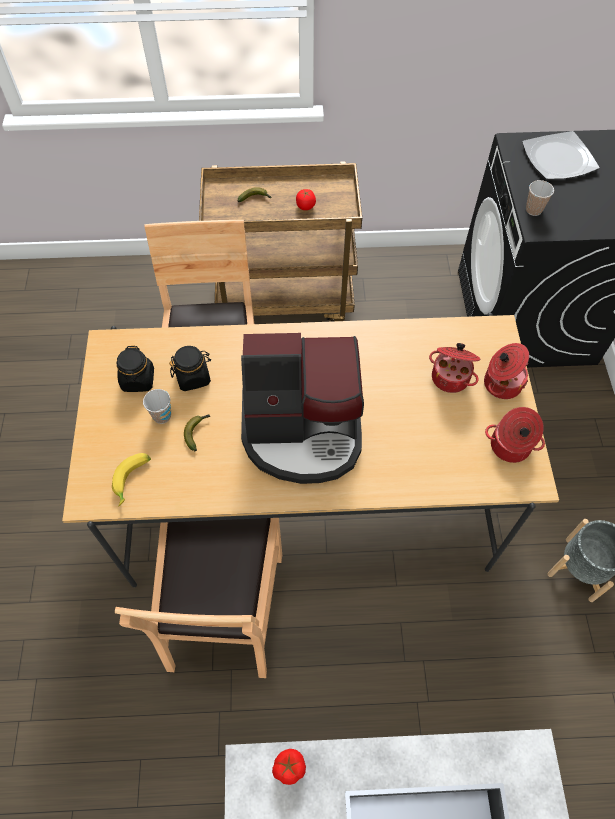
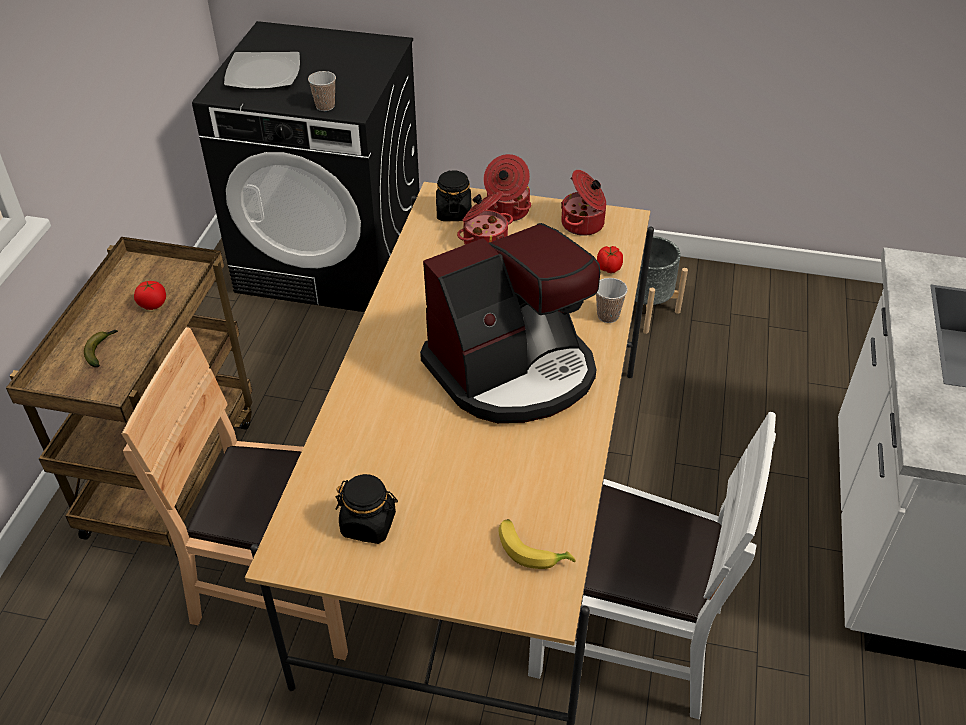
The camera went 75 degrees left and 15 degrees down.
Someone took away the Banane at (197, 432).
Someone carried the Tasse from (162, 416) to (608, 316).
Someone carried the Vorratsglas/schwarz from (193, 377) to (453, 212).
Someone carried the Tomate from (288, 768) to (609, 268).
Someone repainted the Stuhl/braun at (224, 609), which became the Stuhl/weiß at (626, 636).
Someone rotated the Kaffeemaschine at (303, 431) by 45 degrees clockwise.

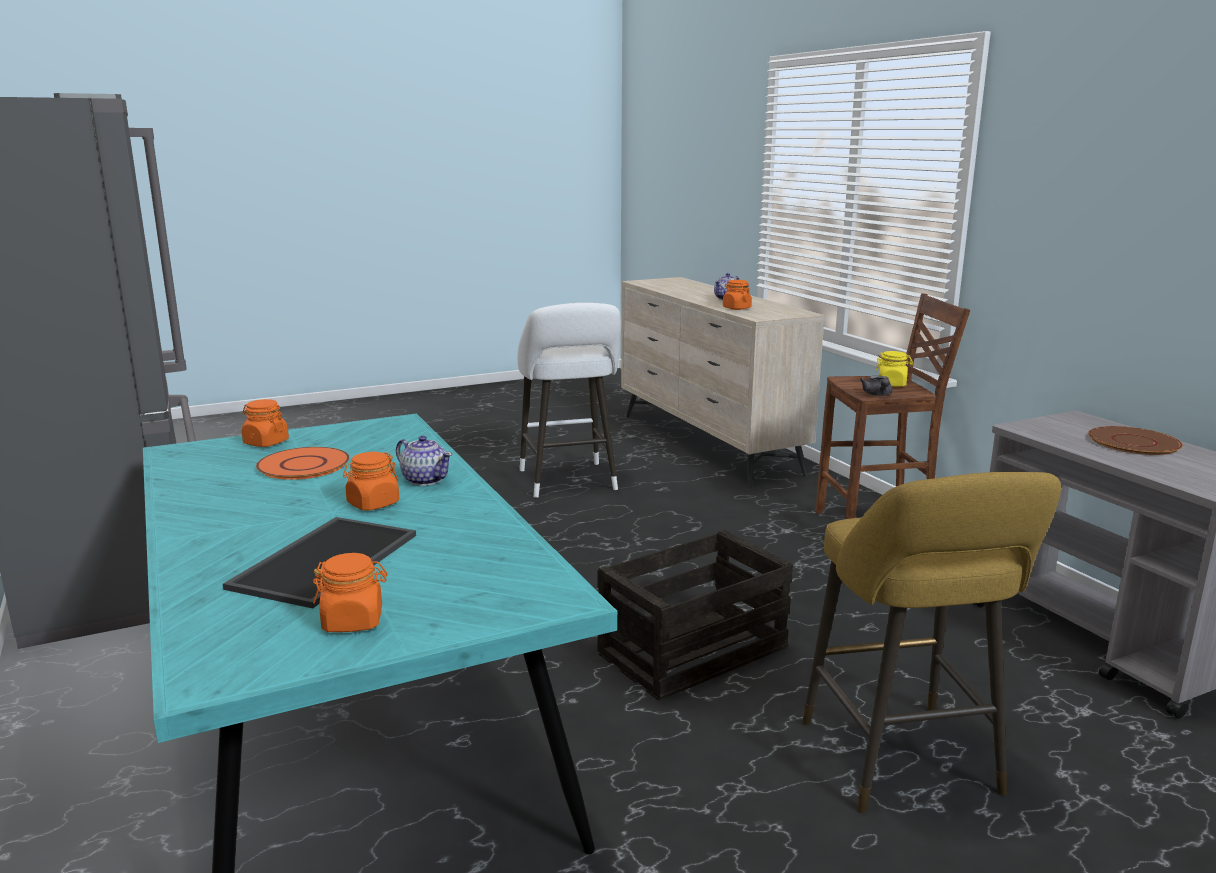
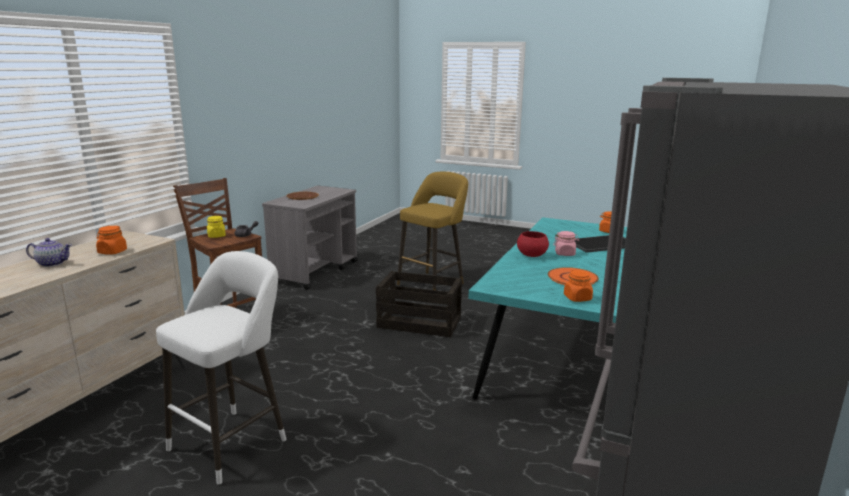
The camera went 130 degrees left and 0 degrees up.
Someone swapped the Teekanne at (425, 479) for the Schüssel/rot at (531, 255).
Someone repainted the Vorratsglas/orange at (373, 504), which became the Vorratsglas/rosa at (565, 254).

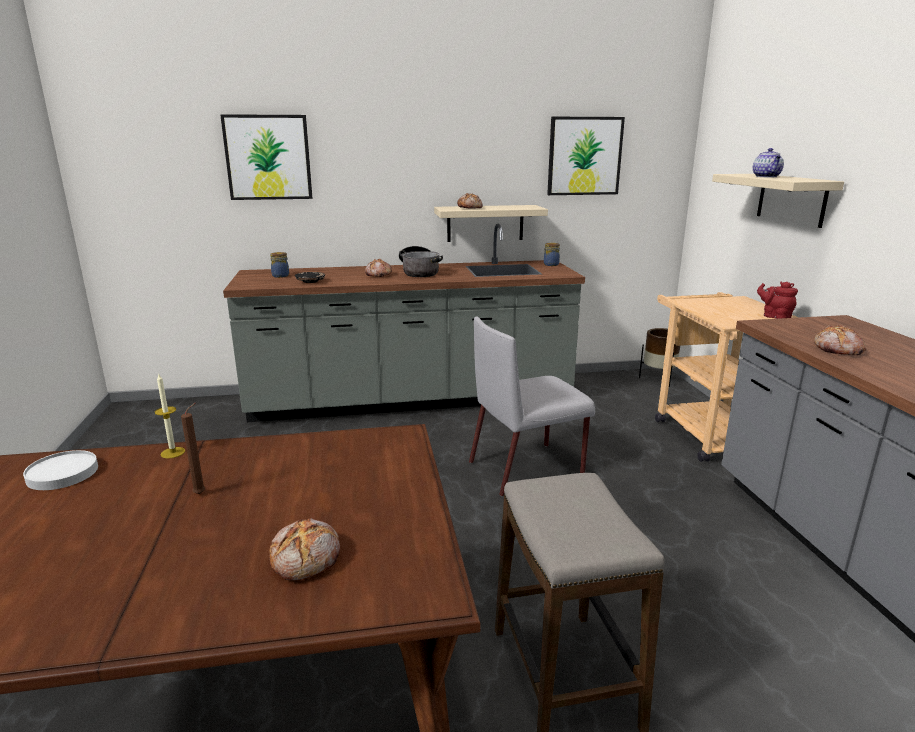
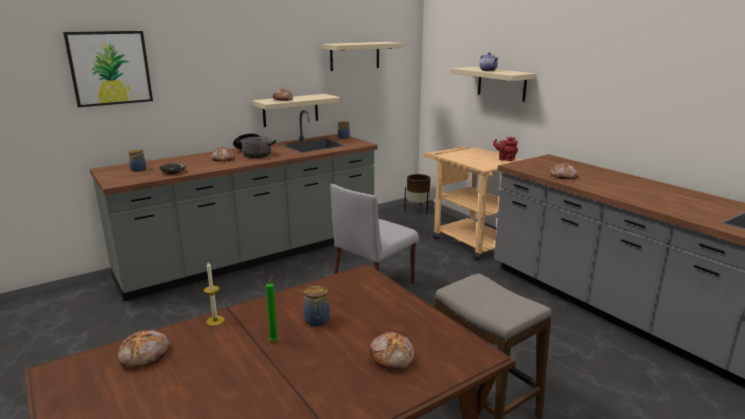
The camera went 25 degrees left and 0 degrees up.
Someone put down the Vorratsglas at (317, 321).
Someone swapped the Teller/weiß at (63, 473) for the Brot at (146, 355).
Someone swapped the Bild at (584, 156) for the Wandregal/beige at (355, 56).
Someone repainted the Kerze/braun at (201, 493), which became the Kerze/grün at (274, 340).

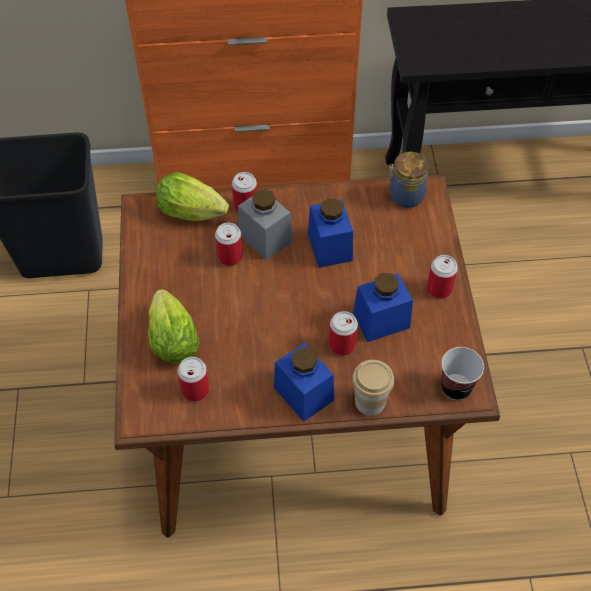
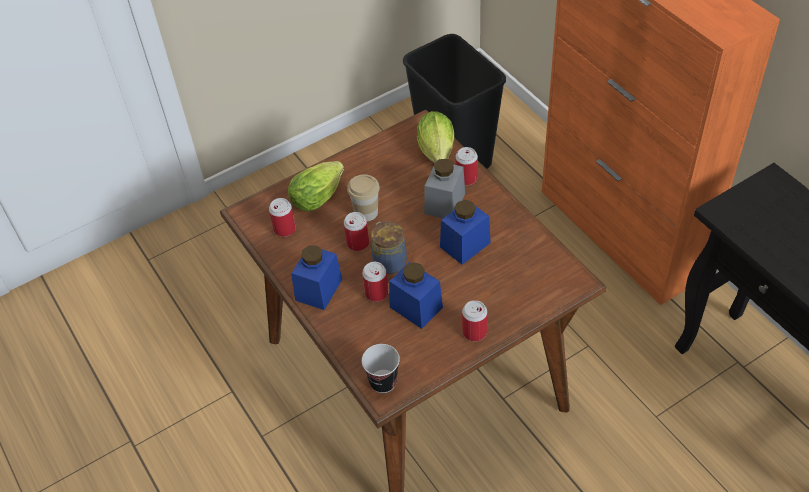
The camera went 65 degrees right and 5 degrees down.
Someone carried the Dose from (230, 257) to (358, 243).
Someone carried the Tasse from (370, 402) to (366, 212).
Someone carried the Vorratsglas from (404, 196) to (389, 261).

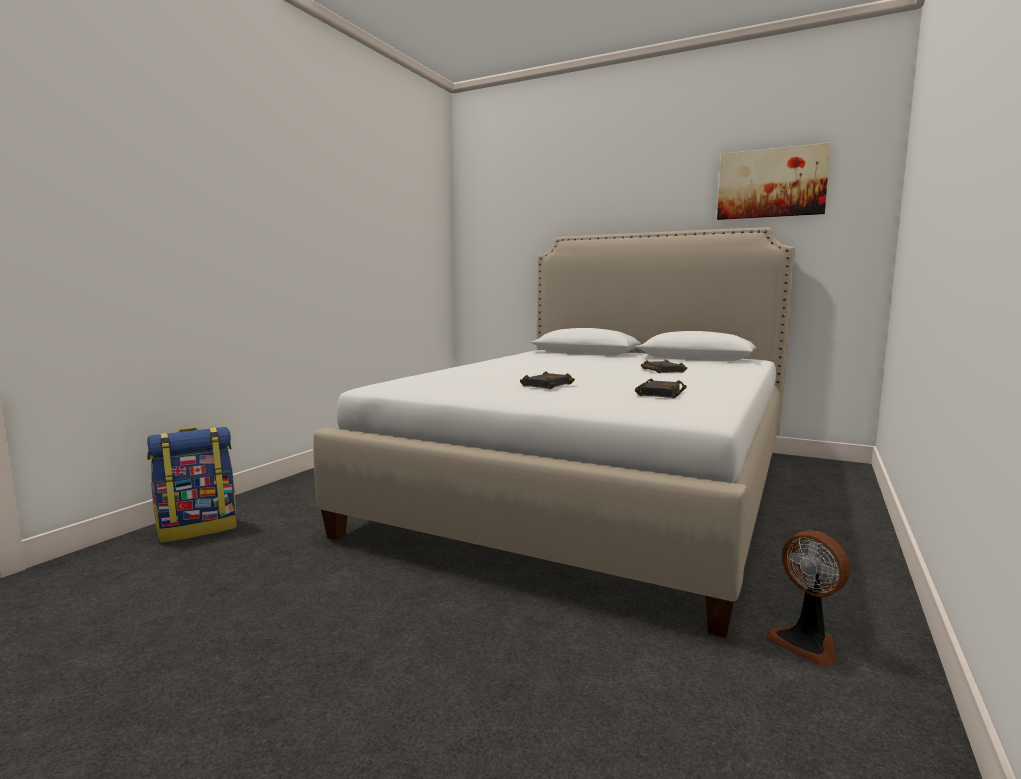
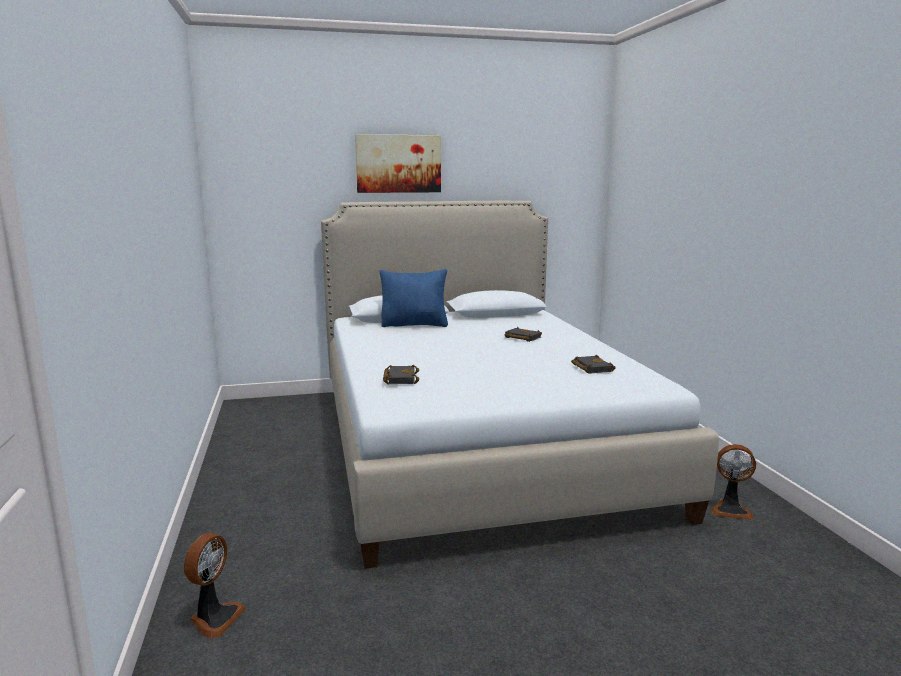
The camera went 40 degrees left and 5 degrees up.
Someone put down the Kissen/blau at (415, 325).
Someone carried the Buch/schwarz from (546, 385) to (400, 378).
Someone carried the Bild from (771, 183) to (398, 164).
Someone swapped the Rucksack at (198, 528) for the Ventilator at (215, 618).

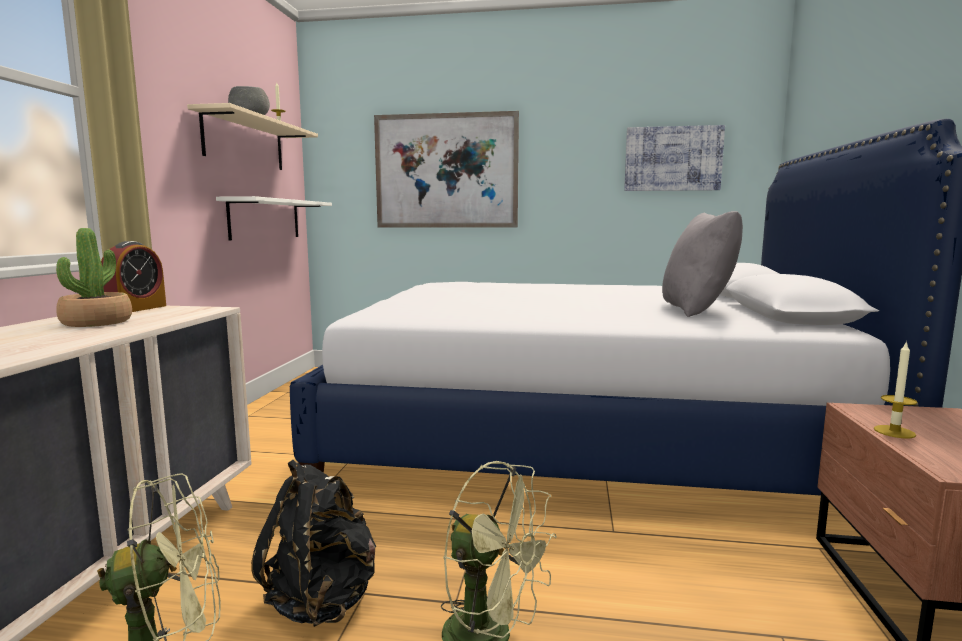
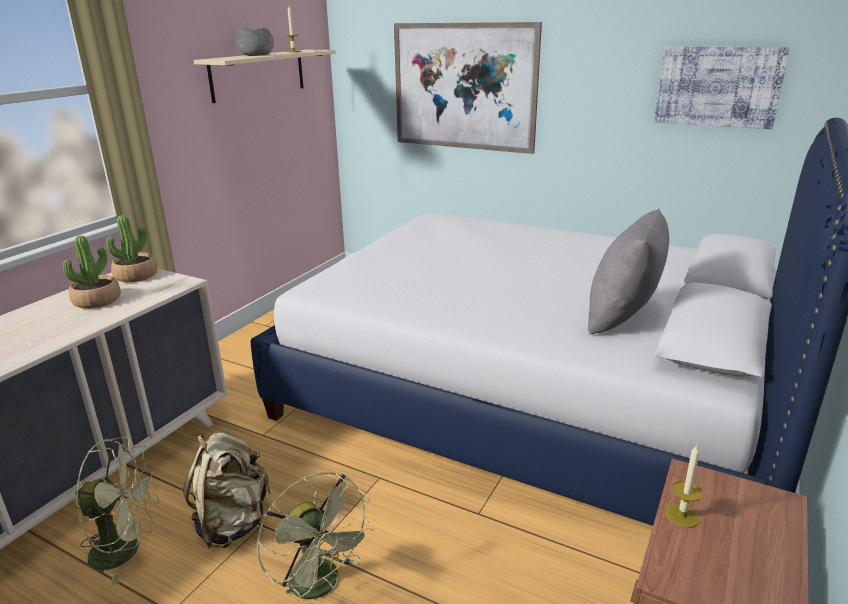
The camera went 20 degrees right and 15 degrees up.
Someone took away the Wandregal/weiß at (265, 219).
Someone swapped the Wecker at (136, 309) for the Topfpflanze at (136, 275).
Someone repainted the Rucksack/schwarz at (322, 599), which became the Rucksack/beige at (233, 523).

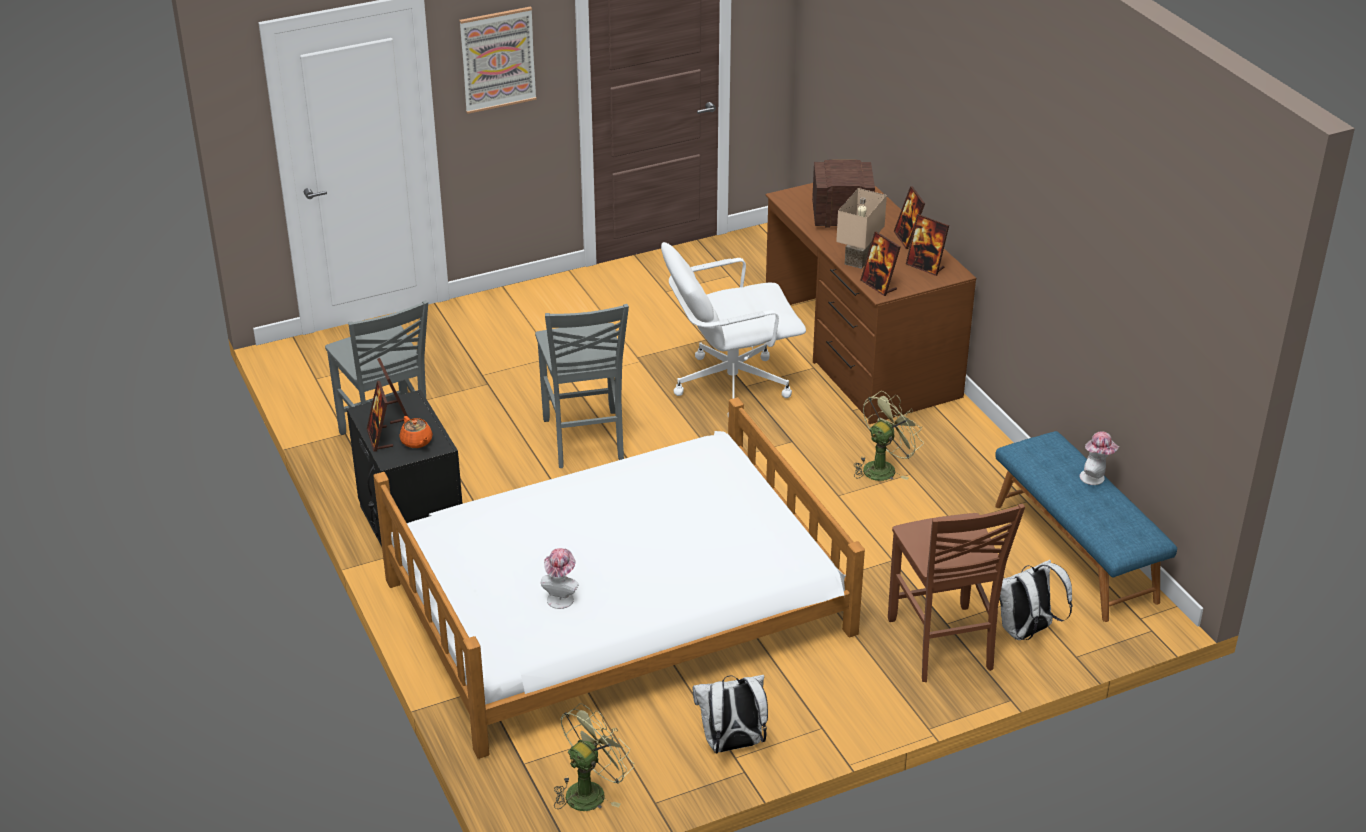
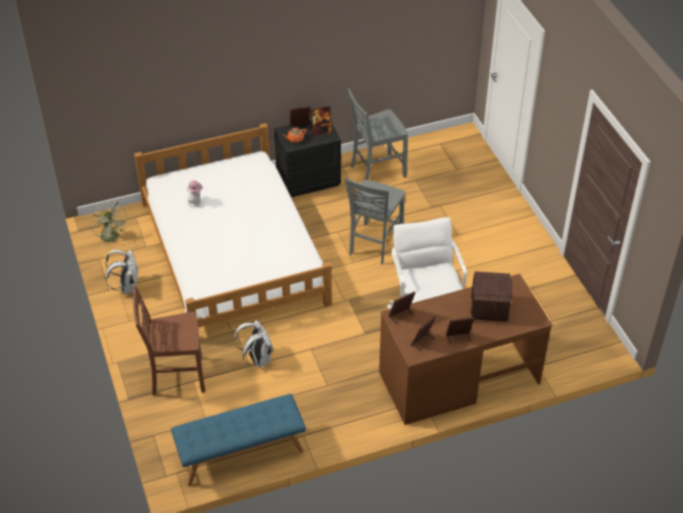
The camera went 95 degrees right and 10 degrees up.
Someone took away the Bild at (497, 59).
Someone took away the Tischlampe/beige at (857, 258).
Someone took away the Ventilator/grün at (883, 467).
Someone took away the Hut at (1095, 478).
Someone carried the Rucksack/weiß from (1026, 632) to (257, 359).
Someone rotated the Stuhl/grau at (584, 441) by 60 degrees counterclockwise.

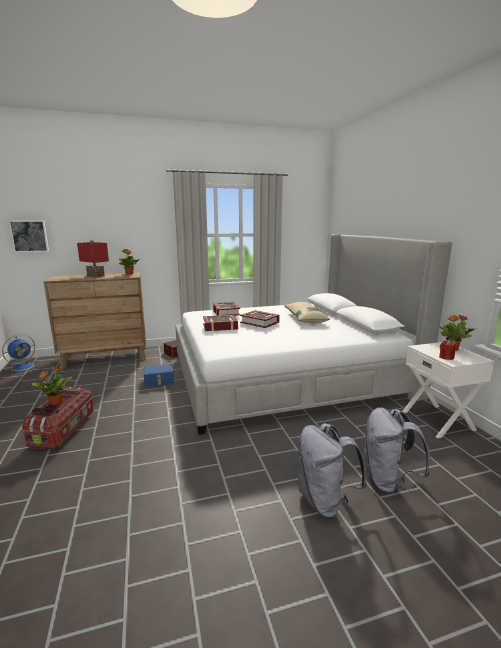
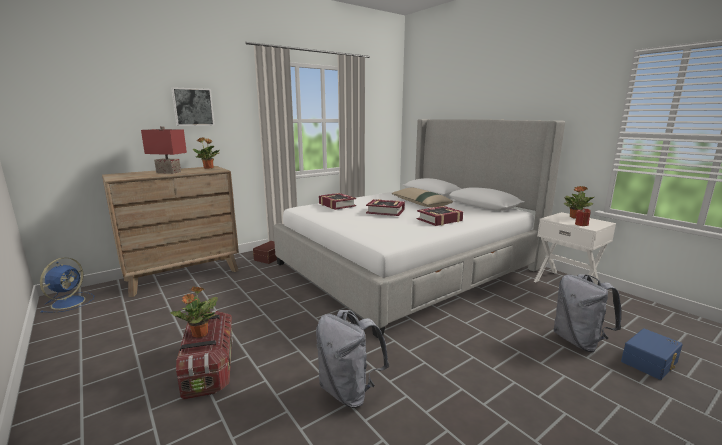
The camera went 20 degrees left and 0 degrees up.
Someone carried the Bild from (29, 236) to (193, 107).
Someone carried the Aufbewahrungsbox/blau from (159, 381) to (650, 362).
Someone carried the Buch from (220, 327) to (439, 220).
Someone carried the Rucksack/grau from (325, 501) to (349, 391).

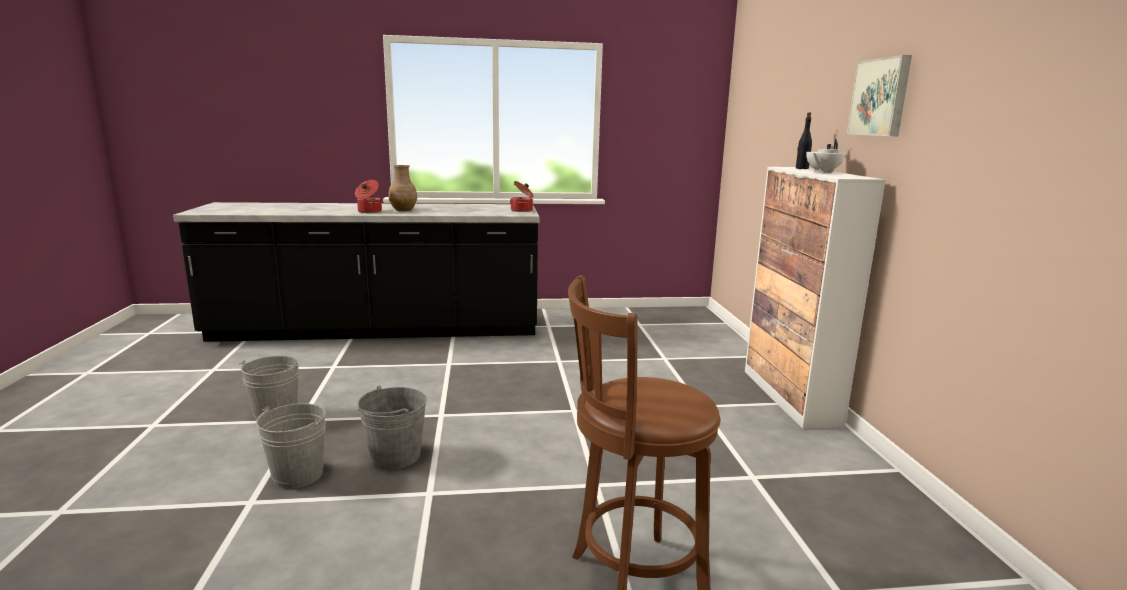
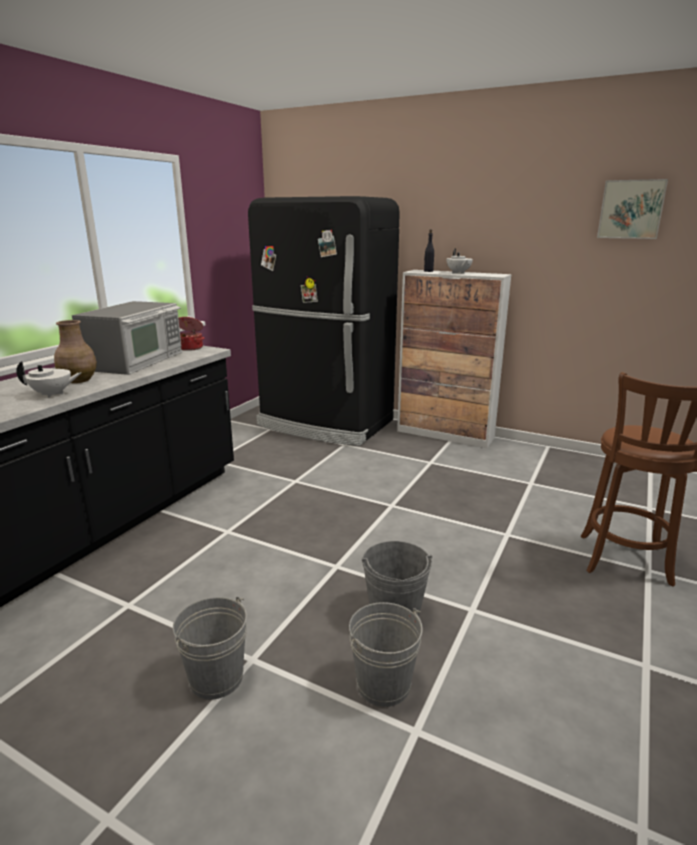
The camera went 55 degrees left and 5 degrees up.
Someone put down the Mikrowelle at (136, 361).
Someone put down the Kühlschrank/schwarz at (325, 424).
Someone carried the Bild from (881, 97) to (631, 209).
Someone swapped the Kochtopf at (369, 211) for the Teekanne/weiß at (52, 394).

